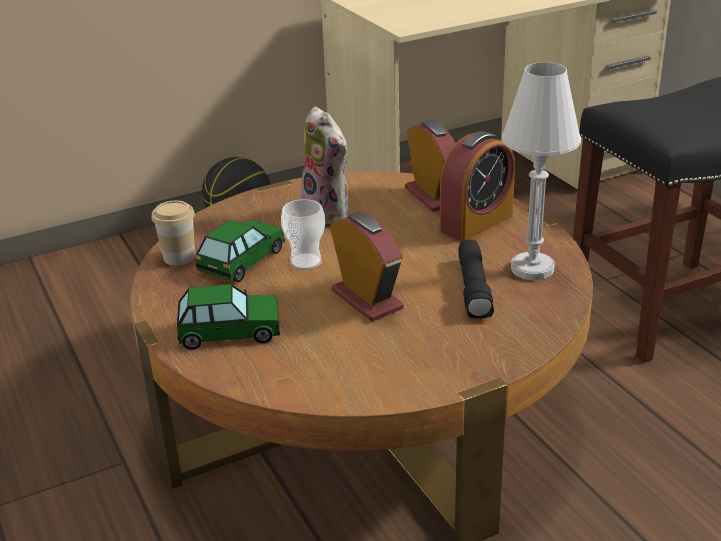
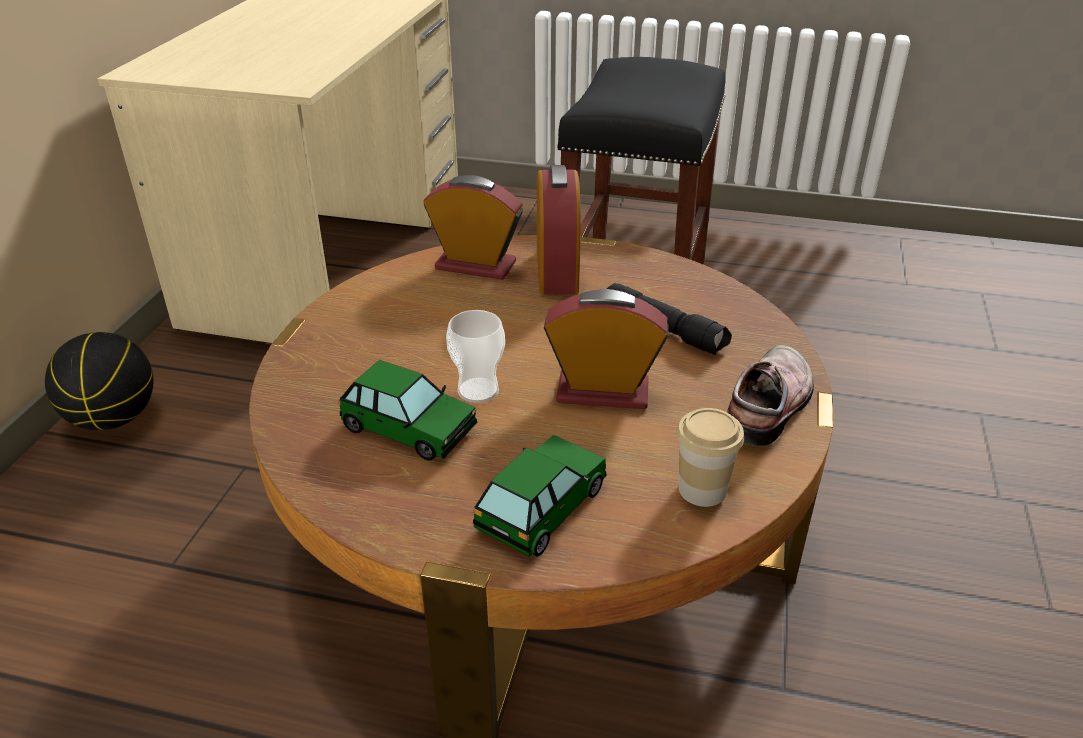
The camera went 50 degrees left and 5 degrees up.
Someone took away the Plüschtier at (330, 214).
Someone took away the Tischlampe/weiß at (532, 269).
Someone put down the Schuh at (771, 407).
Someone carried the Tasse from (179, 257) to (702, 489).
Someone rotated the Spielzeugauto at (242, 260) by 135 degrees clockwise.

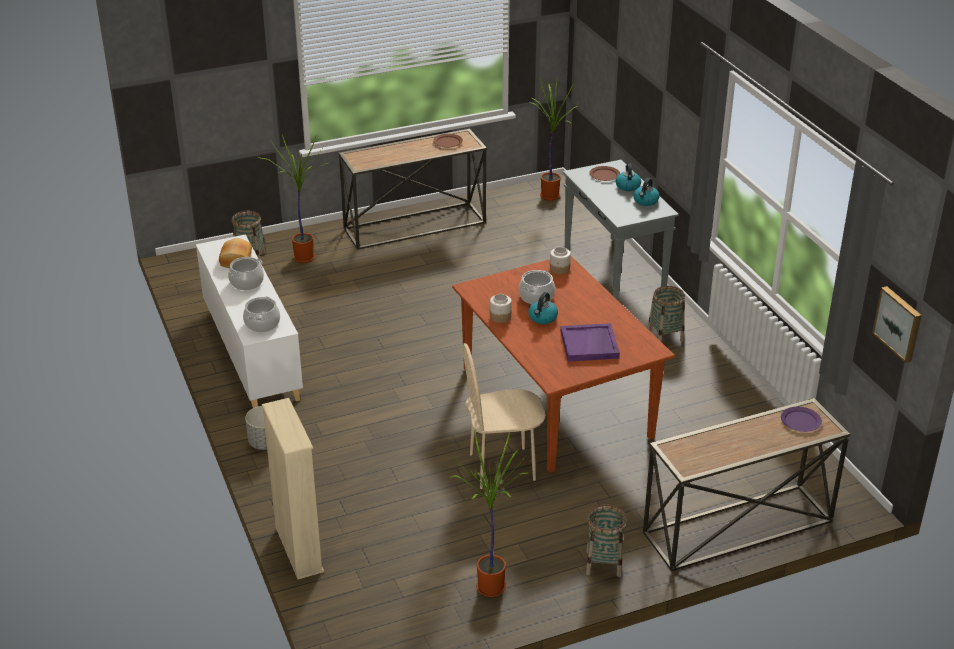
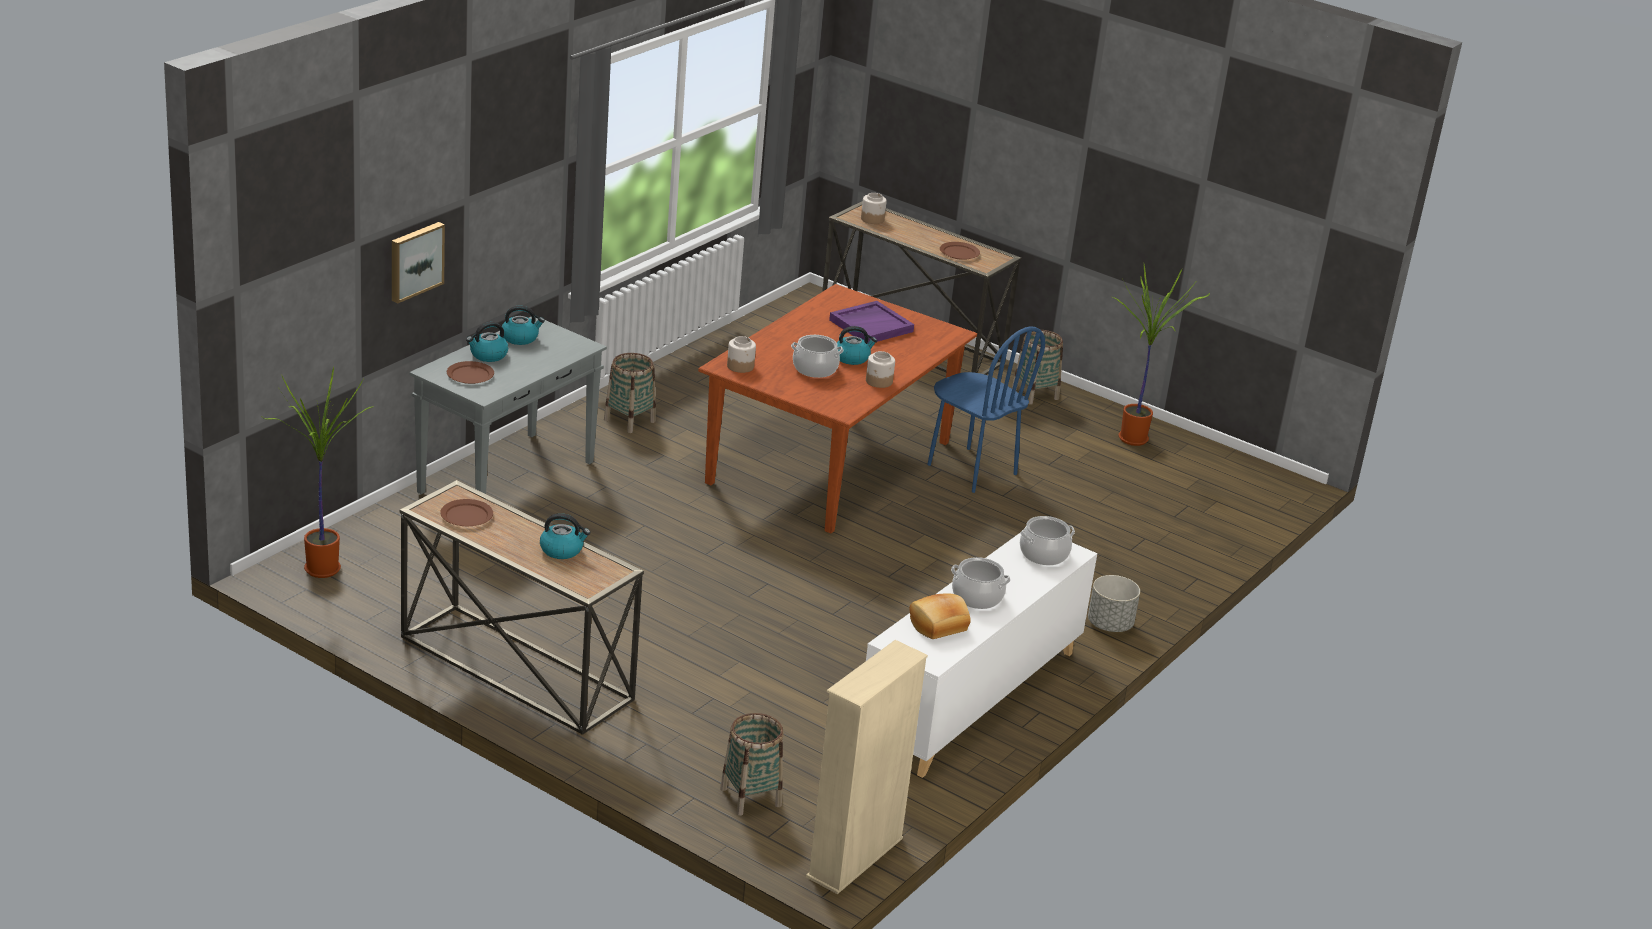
The camera went 125 degrees left and 5 degrees down.
Someone took away the Topfpflanze at (302, 258).
Someone put down the Wasserkessel at (562, 550).
Someone put down the Teller/braun at (959, 252).
Someone carried the Bücherregal/beige from (298, 549) to (855, 858).
Someone carried the Bild from (899, 323) to (415, 261).
Someone swapped the Teller/lila at (801, 421) for the Vorratsglas at (872, 219).
Someone repainted the Stuhl/beige at (502, 467), which became the Stuhl/blau at (971, 470).

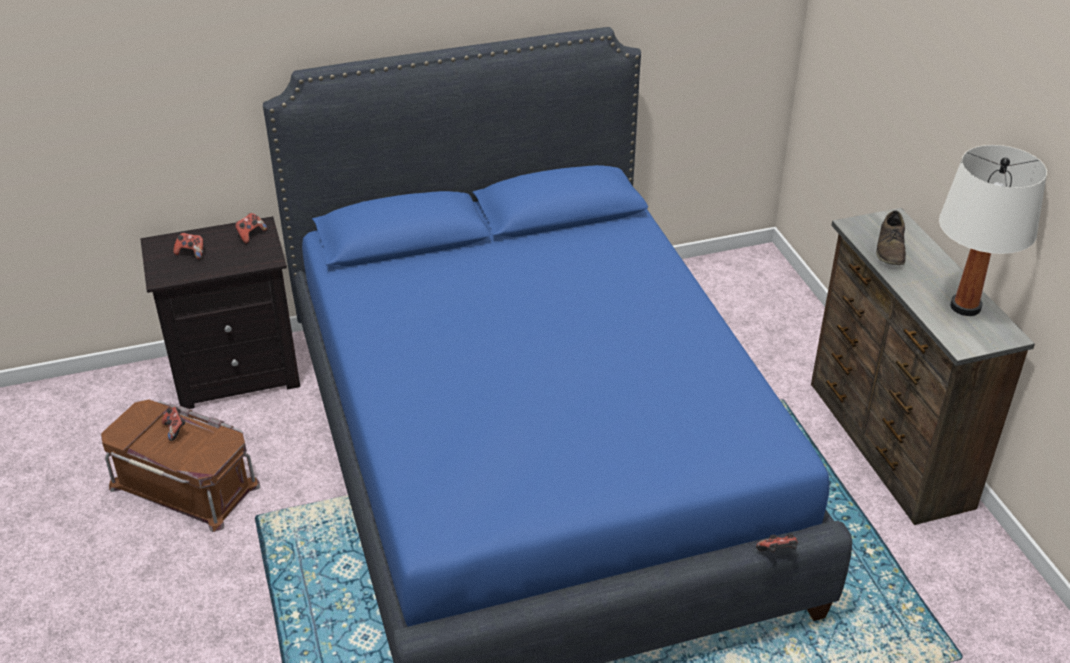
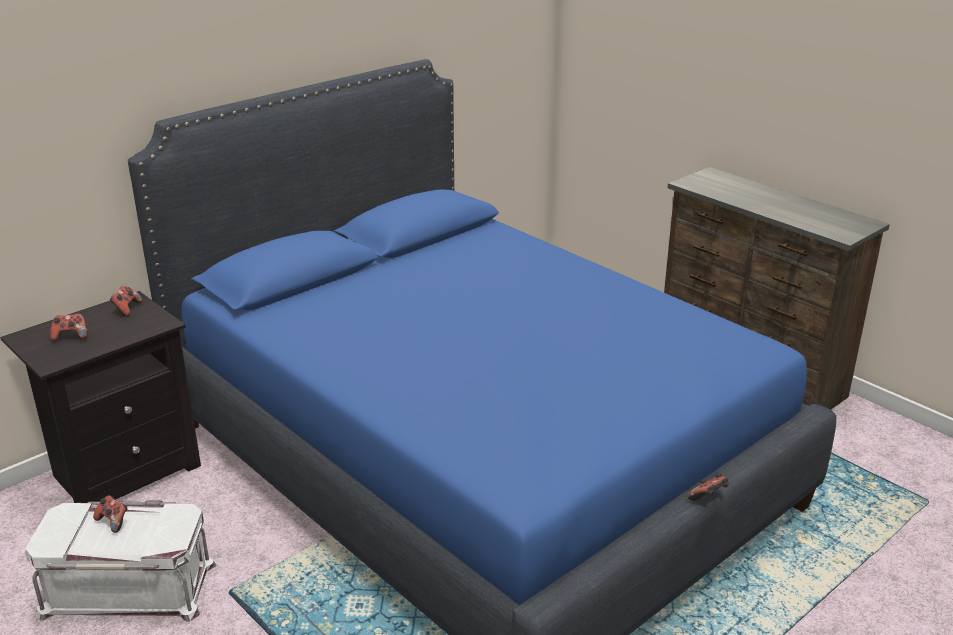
The camera went 25 degrees left and 10 degrees down.
Someone took away the Schuh/braun at (891, 248).
Someone took away the Tischlampe/weiß at (965, 306).
Someone carried the Gamepad from (777, 552) to (708, 498).
Someone repainted the Aufbewahrungsbox/braun at (186, 484), which became the Aufbewahrungsbox/weiß at (129, 586).

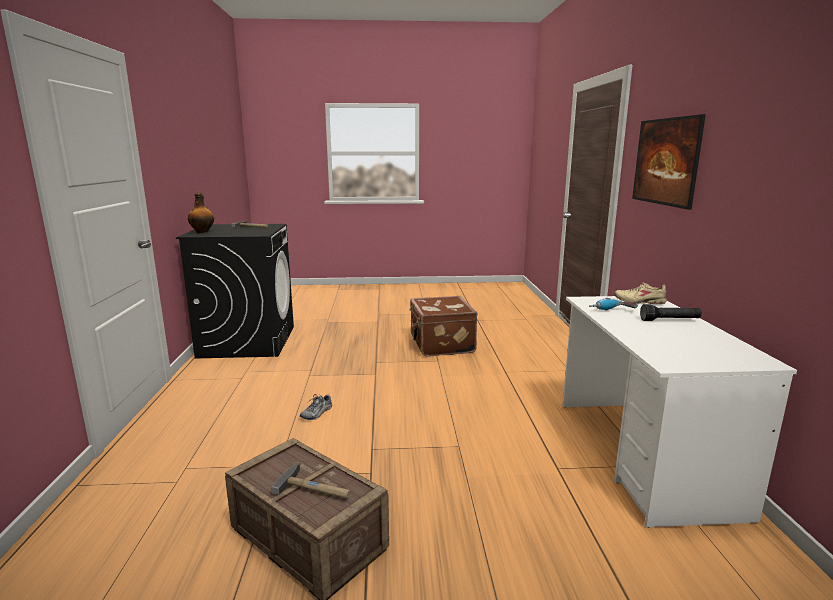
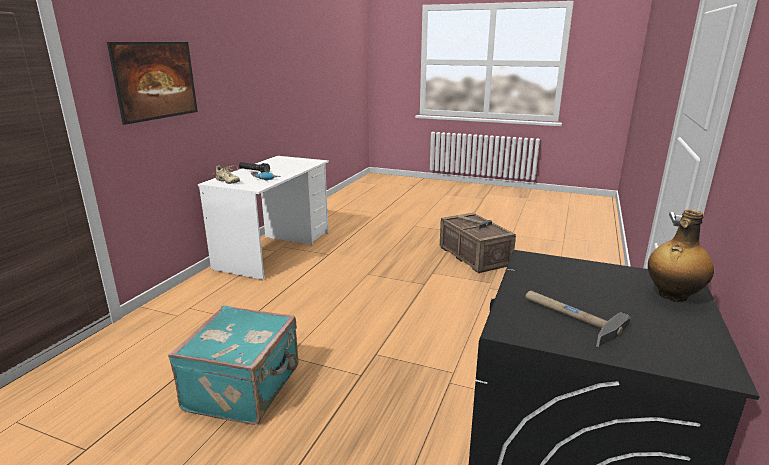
The camera went 155 degrees left and 5 degrees up.
Someone took away the Schuh at (317, 413).
Someone repainted the Koffer/braun at (440, 345), which became the Koffer/türkis at (245, 388).

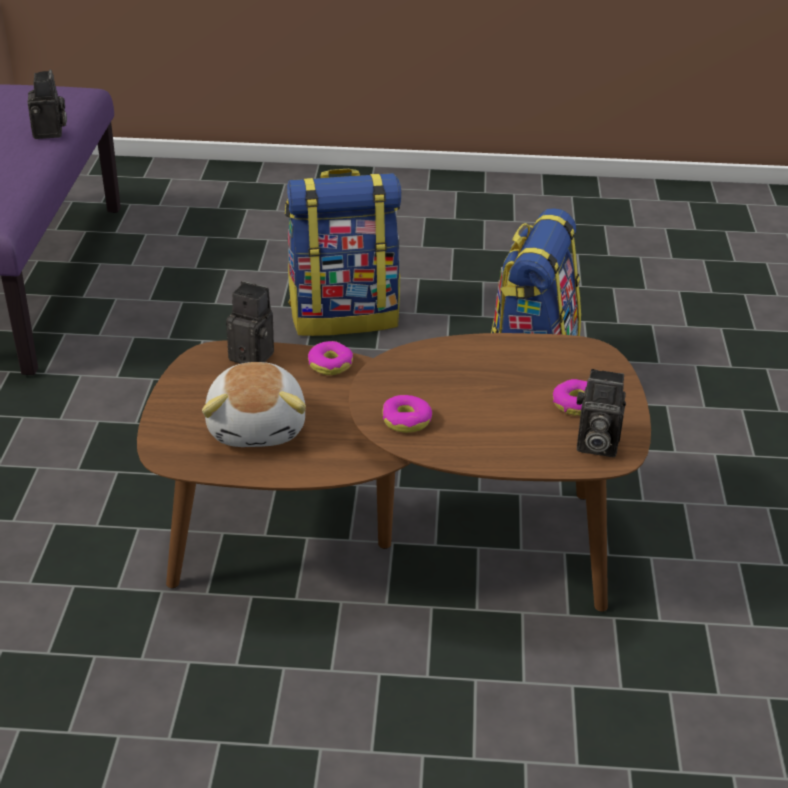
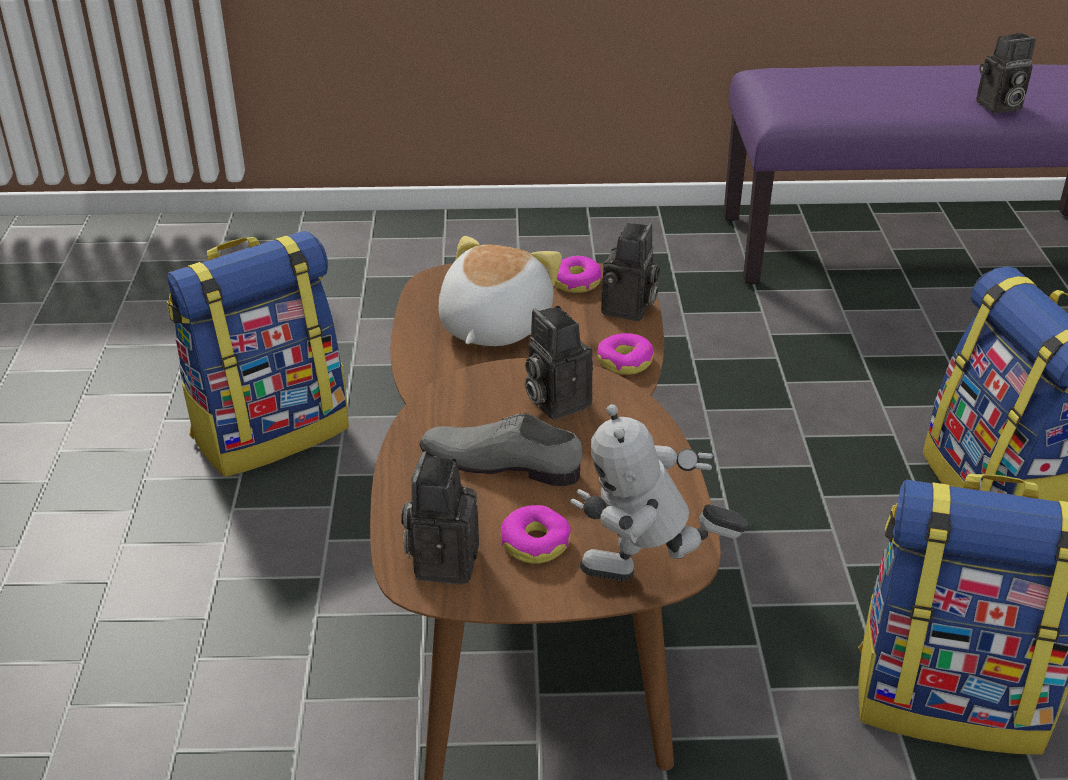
The camera went 85 degrees right and 0 degrees up.
Someone put down the Rucksack at (271, 431).
Someone put down the Schuh/grau at (501, 461).
Someone put down the Kamera at (554, 401).
Someone put down the Spielzeugroboter at (648, 581).
Someone carried the Donut from (406, 420) to (576, 282).
Someone rotated the Plüschtier at (258, 427) by 120 degrees clockwise.

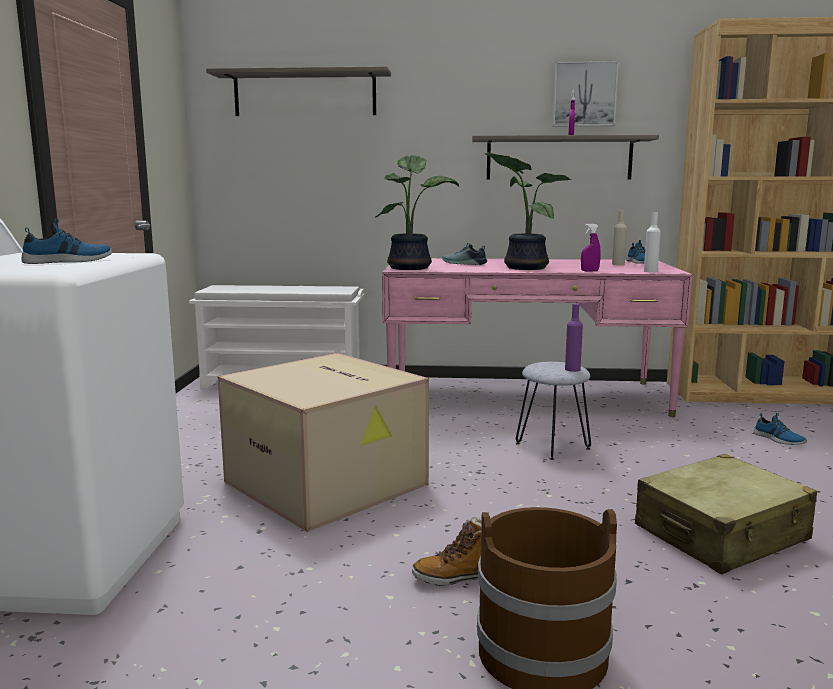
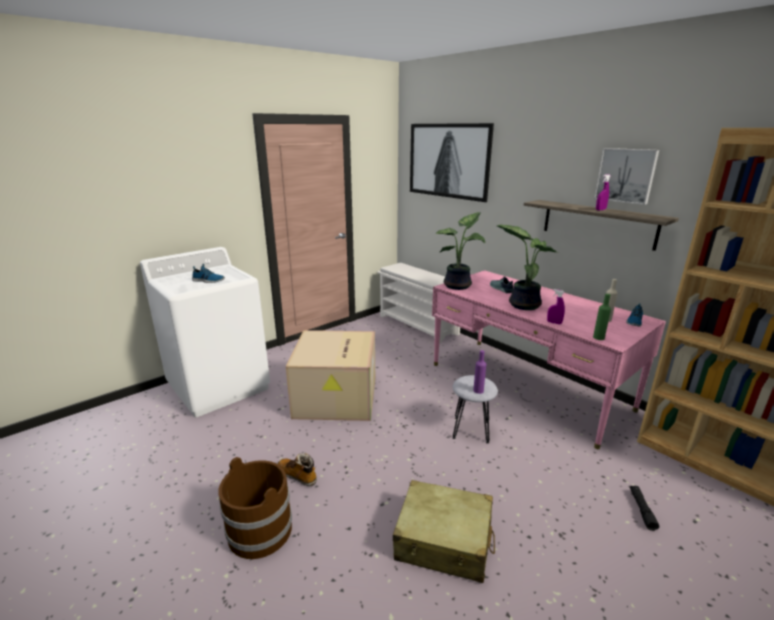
The camera went 45 degrees right and 10 degrees up.
Someone swapped the Wandregal at (305, 94) for the Bild at (449, 161).
Someone swapped the Schuh at (778, 439) for the Taschenlampe/schwarz at (642, 510).
Someone repainted the Flasche/weiß at (650, 271), which became the Flasche/grün at (598, 337).

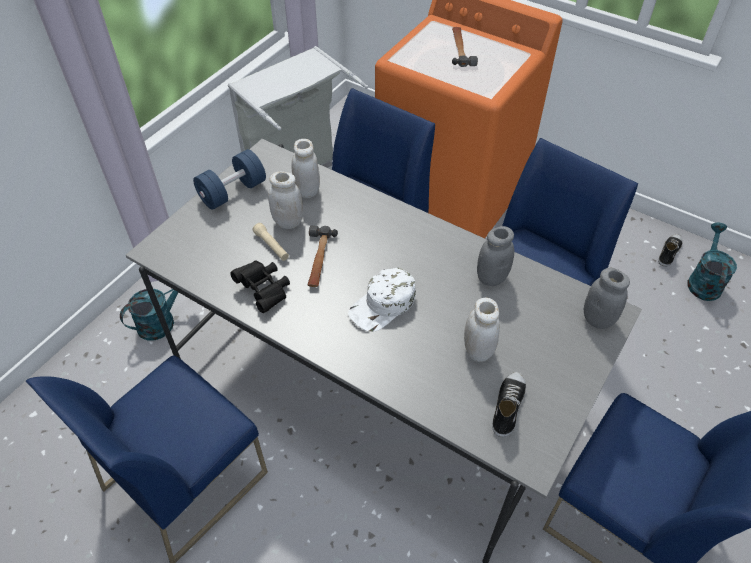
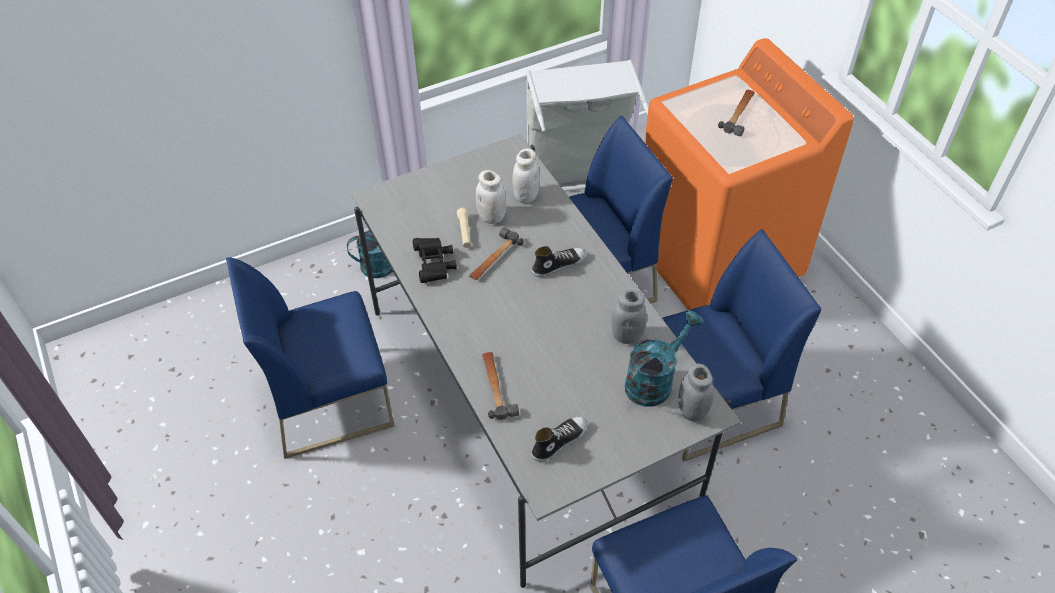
The camera went 30 degrees right and 0 degrees up.
Someone took away the Hantel/blau at (232, 192).
Someone took away the Kappe/weiß at (383, 305).
Someone took away the Vorratsglas/weiß at (478, 350).
Someone put down the Hammer at (496, 387).
Someone carried the Schuh from (668, 252) to (558, 264).
Someone carried the Gießkanne/türkis from (704, 281) to (654, 380).

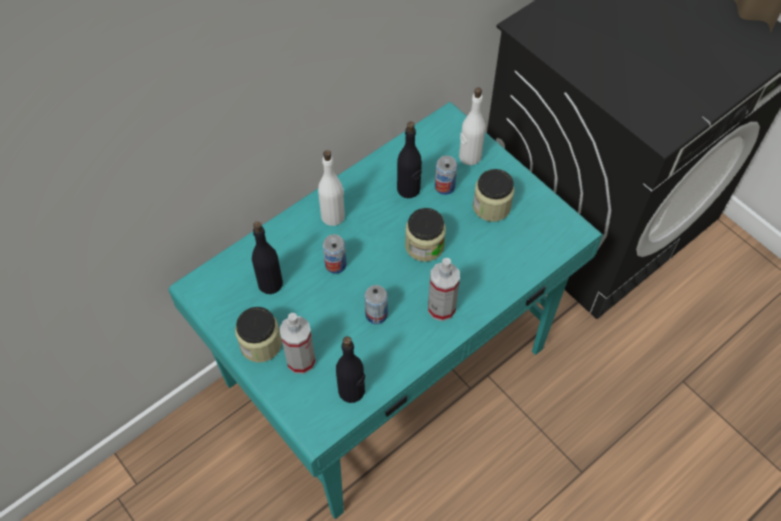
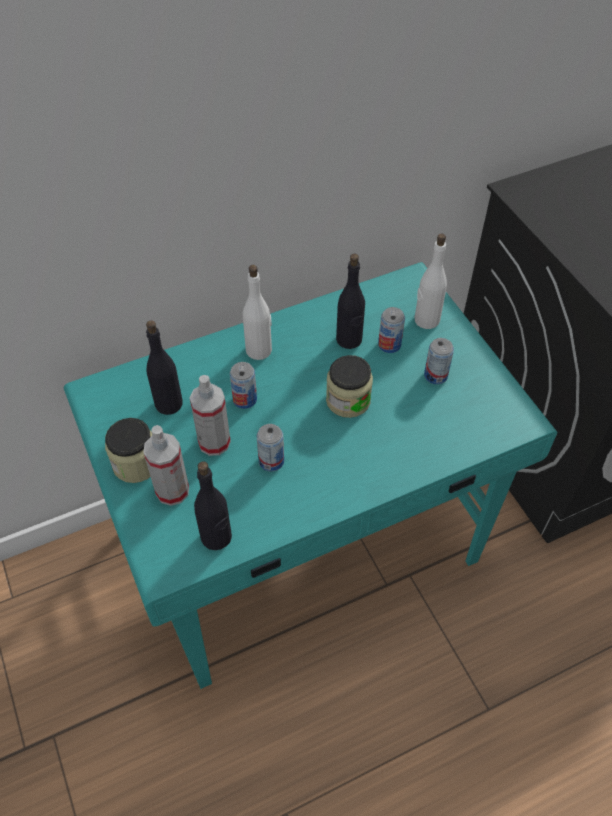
The camera went 15 degrees right and 5 degrees down.
Someone carried the Sprühflasche from (441, 308) to (214, 442).
Someone swapped the Vorratsglas at (491, 206) for the Dose at (435, 375).

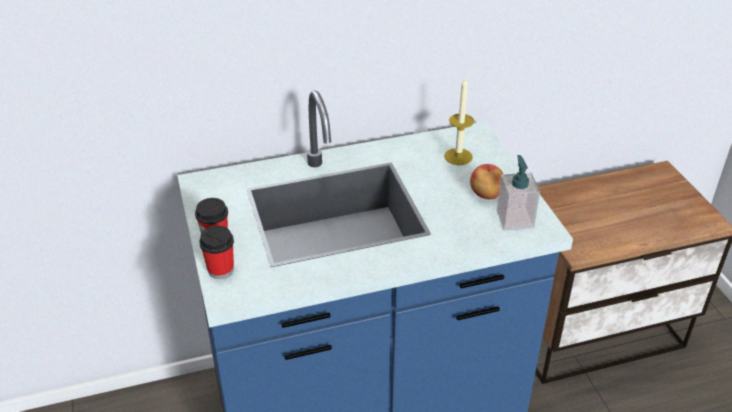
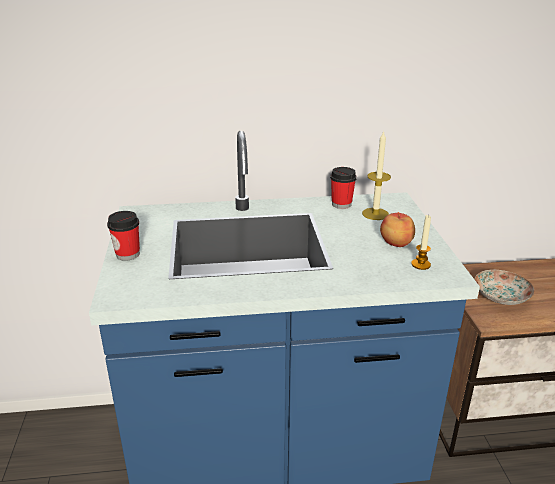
The camera went 10 degrees right and 10 degrees down.
Someone put down the Teller at (501, 296).
Someone carried the Tasse from (221, 270) to (341, 204).
Someone swapped the Seifenspender at (514, 219) for the Kerze at (420, 264).

